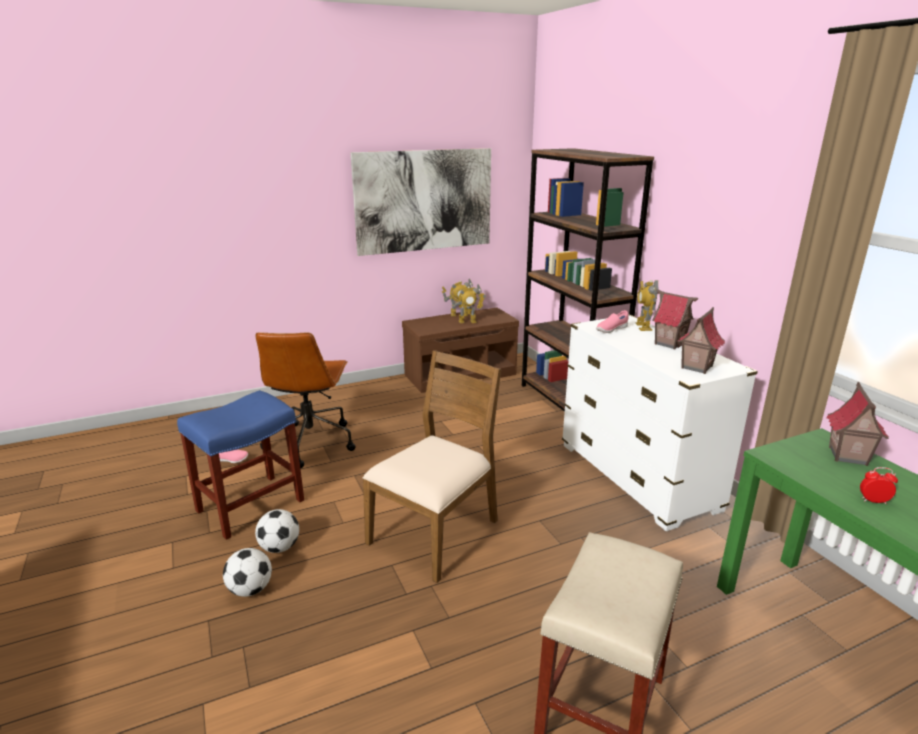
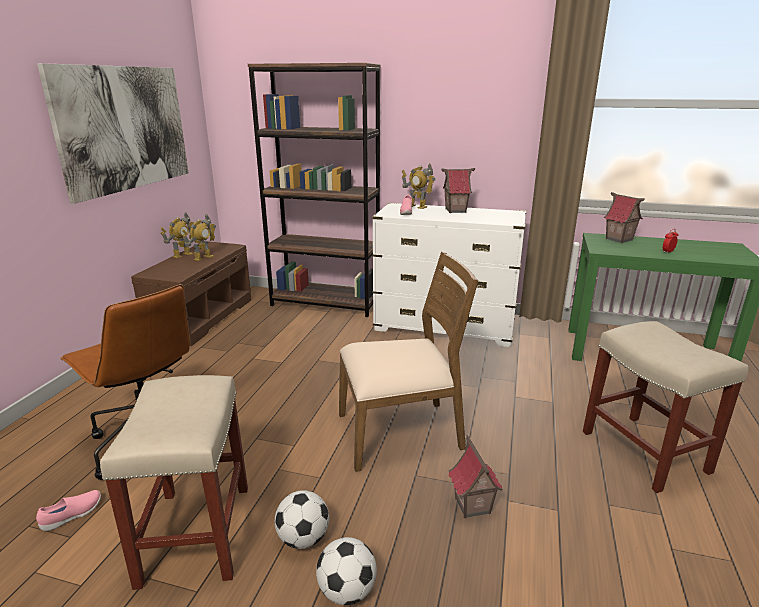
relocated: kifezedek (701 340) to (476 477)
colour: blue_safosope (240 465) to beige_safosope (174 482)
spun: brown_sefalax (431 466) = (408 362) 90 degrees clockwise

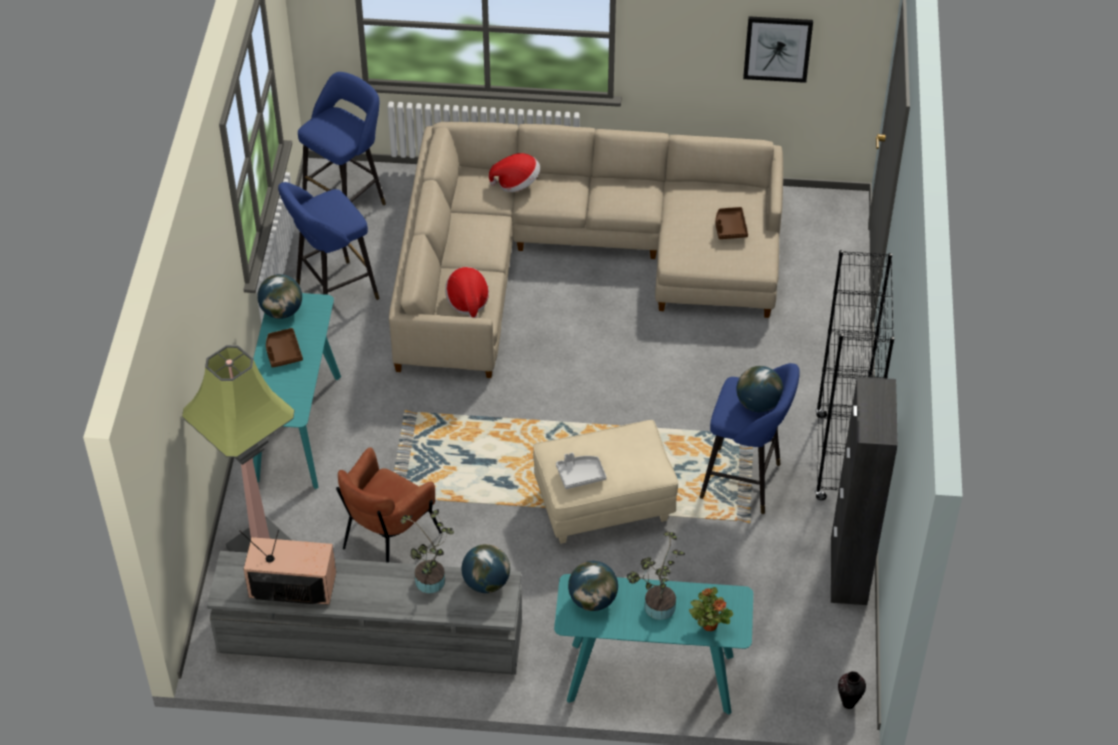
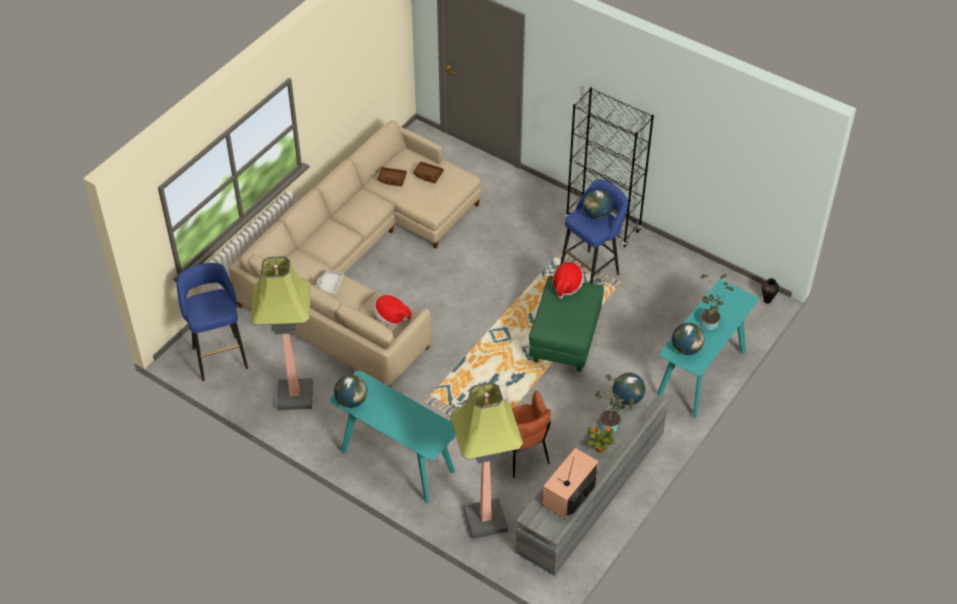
missing: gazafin (778 49); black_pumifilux (864 491)
relocated: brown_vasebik (284 348) to (392 177); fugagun (514 172) to (568 280); grey_vasebik (581 470) to (330 283); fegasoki (711 609) to (601 439)
exchanged: blue_safosope (328 241) to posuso (282 333)
colour: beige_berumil (605 482) to green_berumil (566 324)

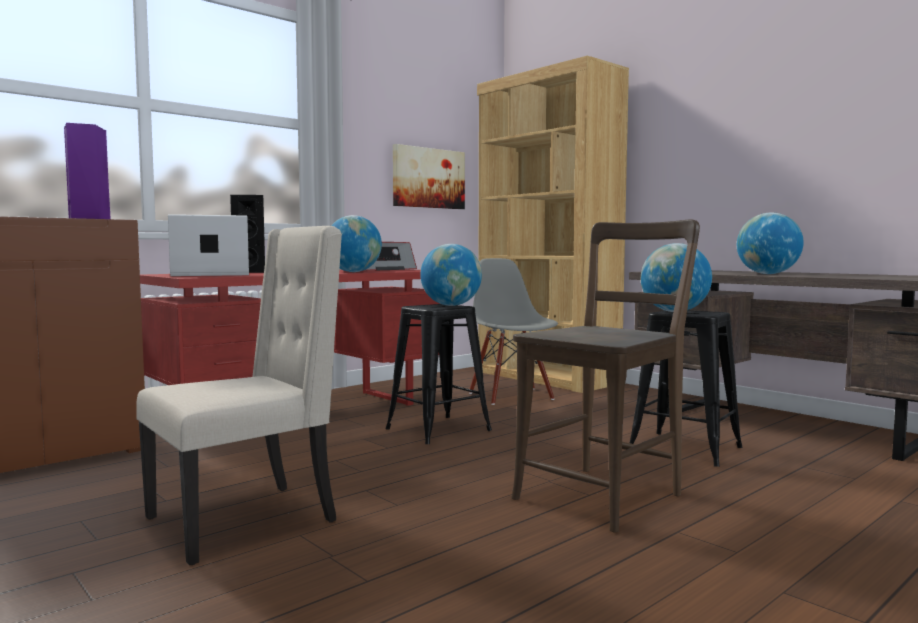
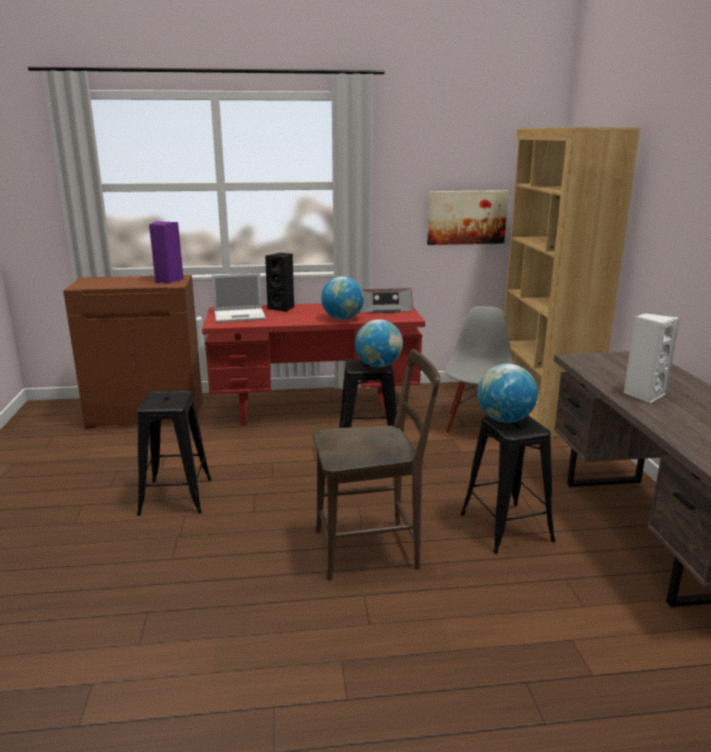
exchanged: beige_sefalax (239 395) to black_safosope (174 453); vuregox (770 243) to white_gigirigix (651 357)
spun: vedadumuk (208 245) = (239 298) 150 degrees clockwise

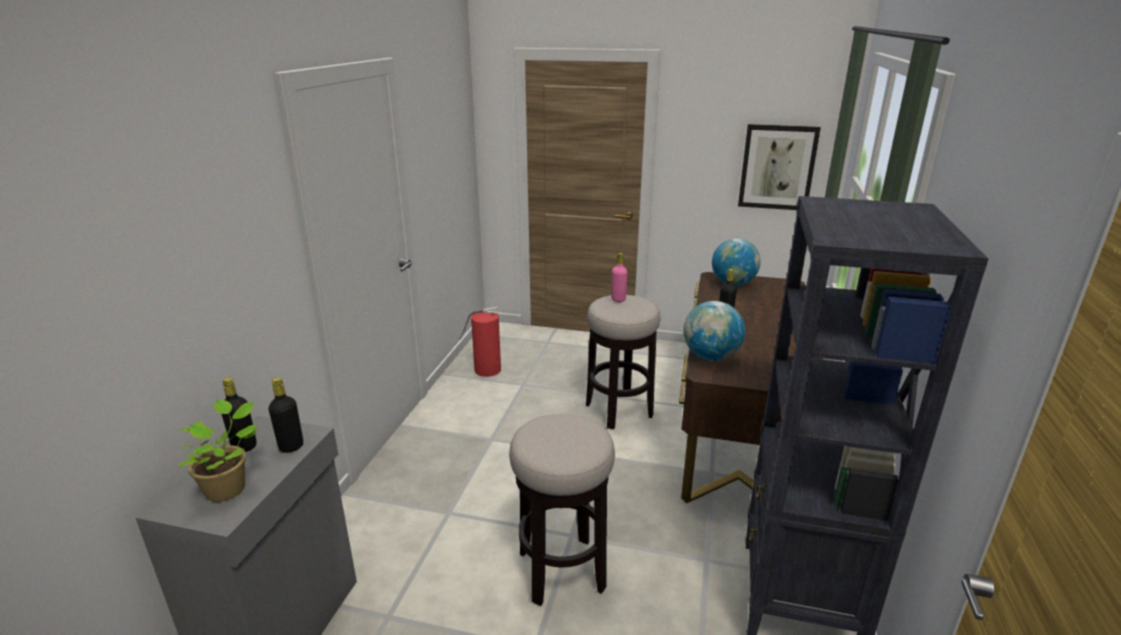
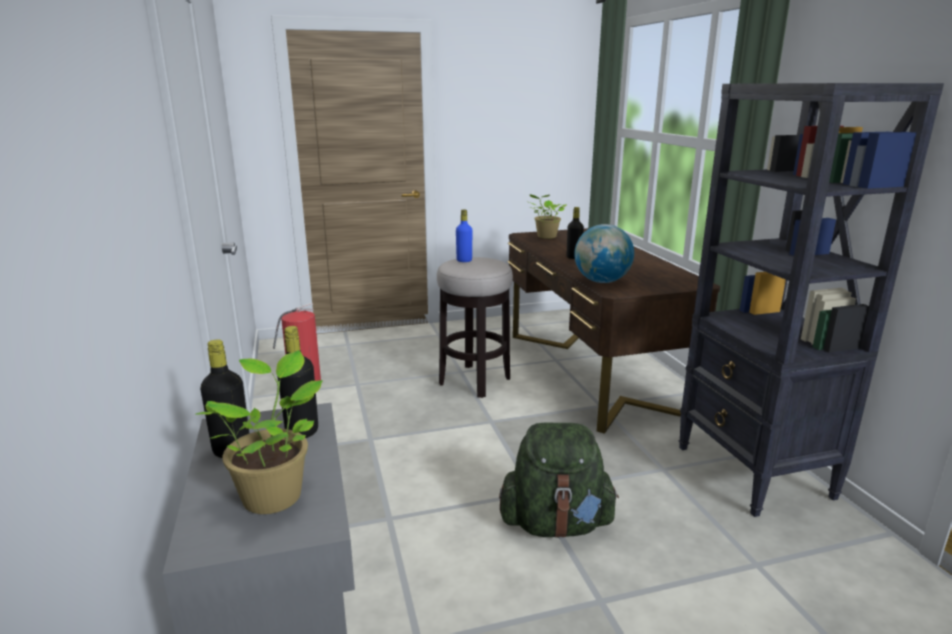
missing: gazafin (779 167)
exchanged: safosope (562 510) to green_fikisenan (559 480); vuregox (736 262) to fegasoki (546 216)
colour: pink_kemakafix (619 277) to blue_kemakafix (464 236)

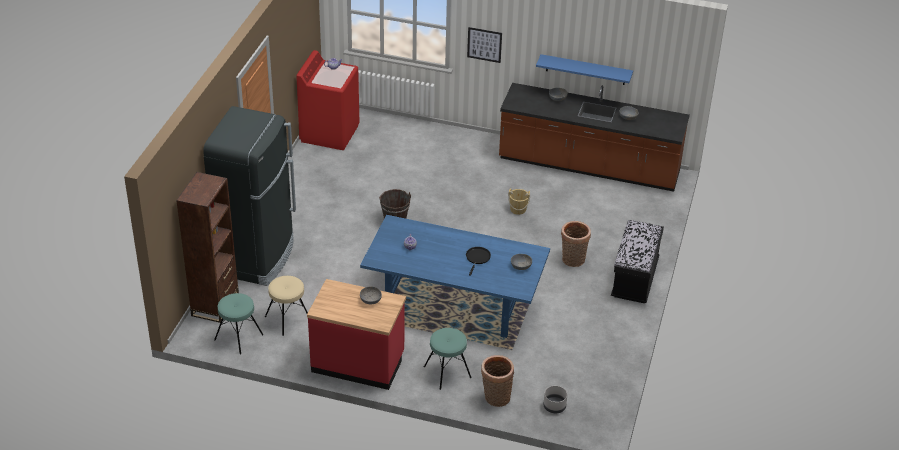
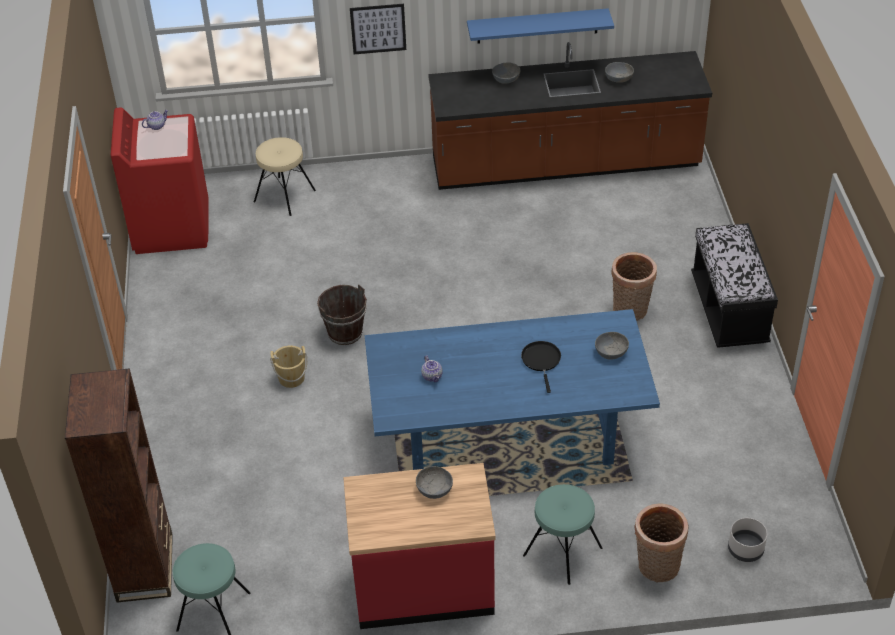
missing: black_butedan (249 196)
relocated: beige_safosope (286 306) to (285 176); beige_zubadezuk (519 201) to (288 366)

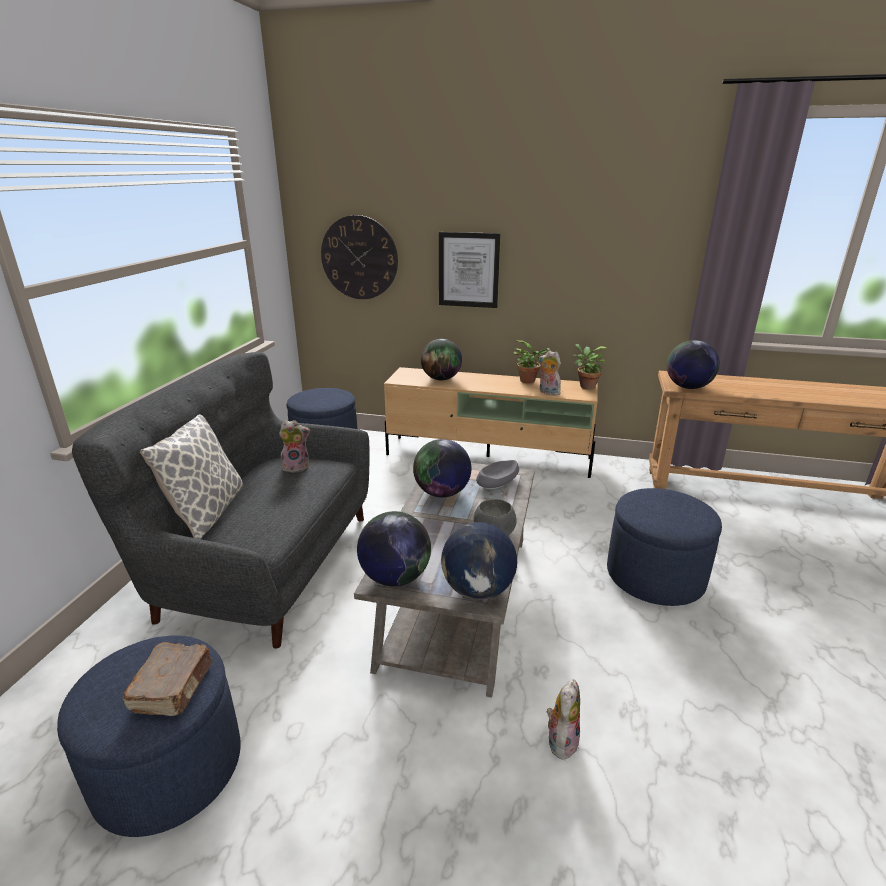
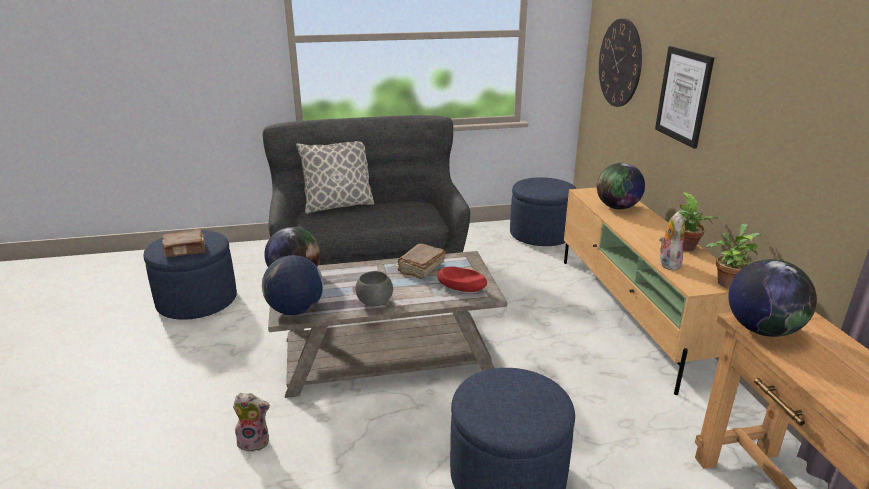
missing: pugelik (294 446)
exchanged: vuregox (442 468) to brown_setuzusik (421 261)
colour: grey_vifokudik (497 474) to red_vifokudik (462 279)

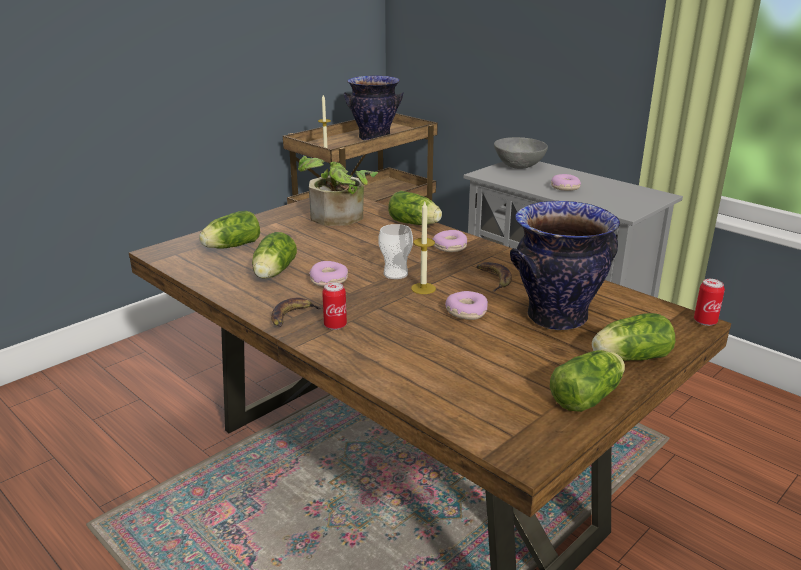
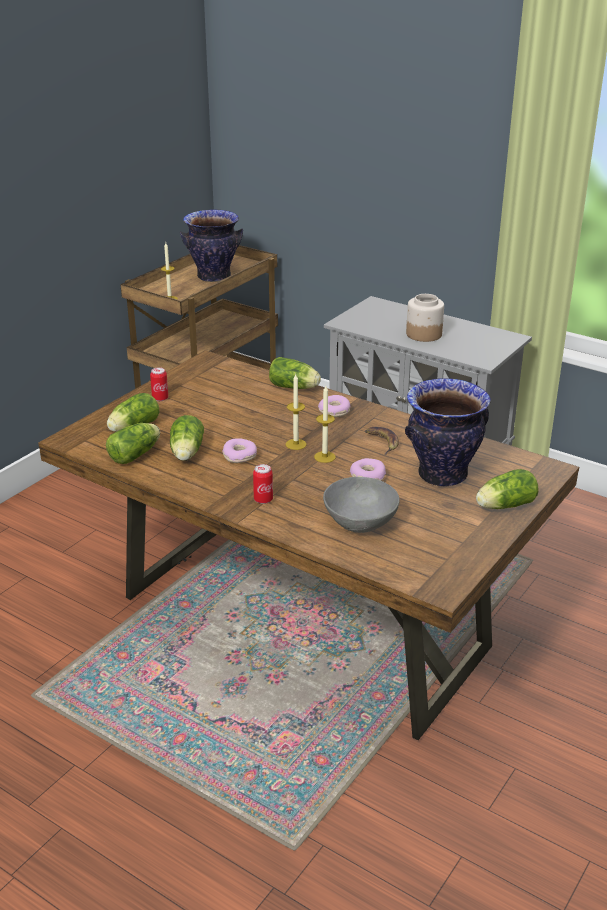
missing: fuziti (296 312); fegasoki (338 191)
relocated: grey_vifokudik (521 153) to (361 505); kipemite (587 381) to (133 443); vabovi (709 302) to (159 384)
exchanged: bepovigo (395 251) to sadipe (296 412); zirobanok (566 182) to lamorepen (425 318)

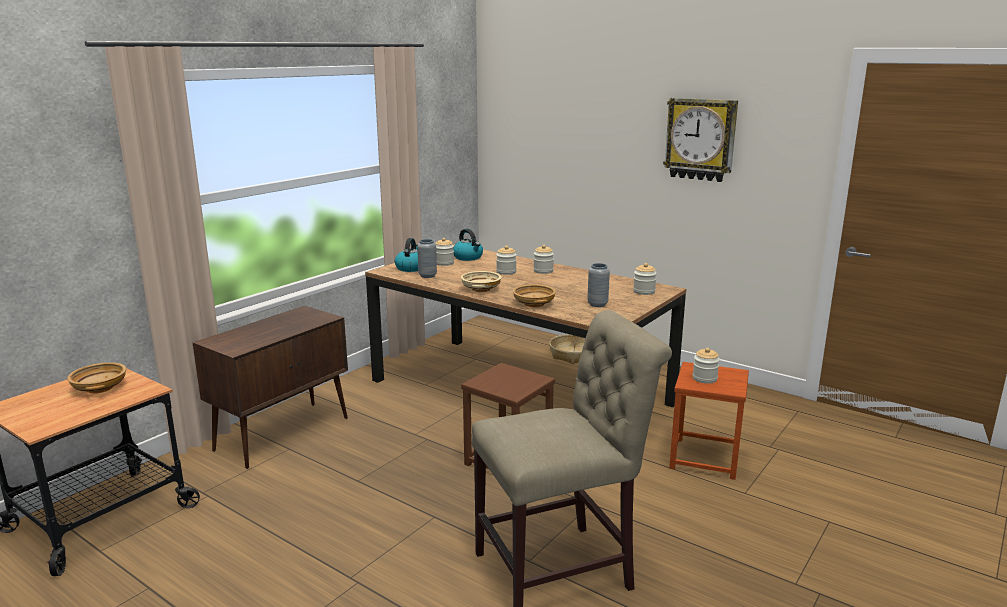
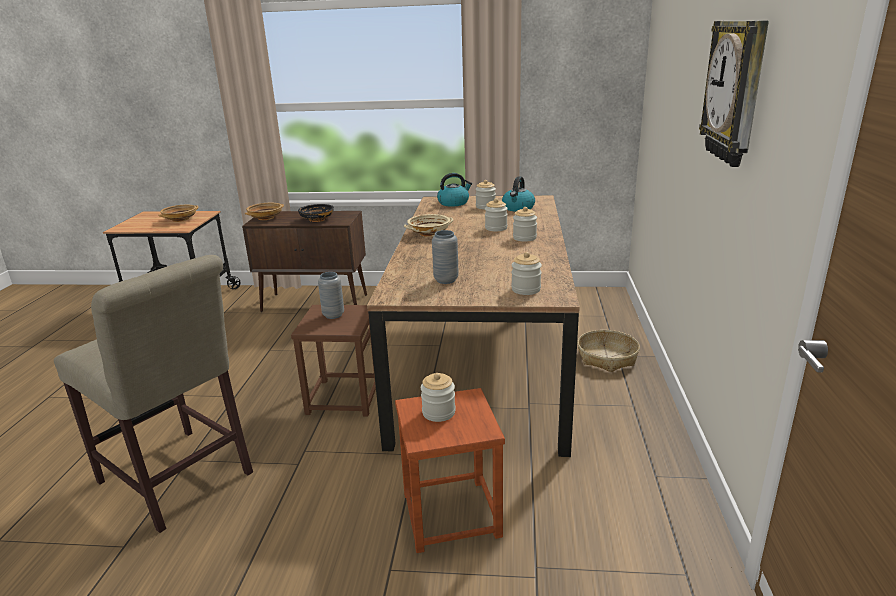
appeared: black_vifokudik (316 213)
relocated: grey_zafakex (427 258) to (331 295); beige_vifokudik (534 295) to (264 211)

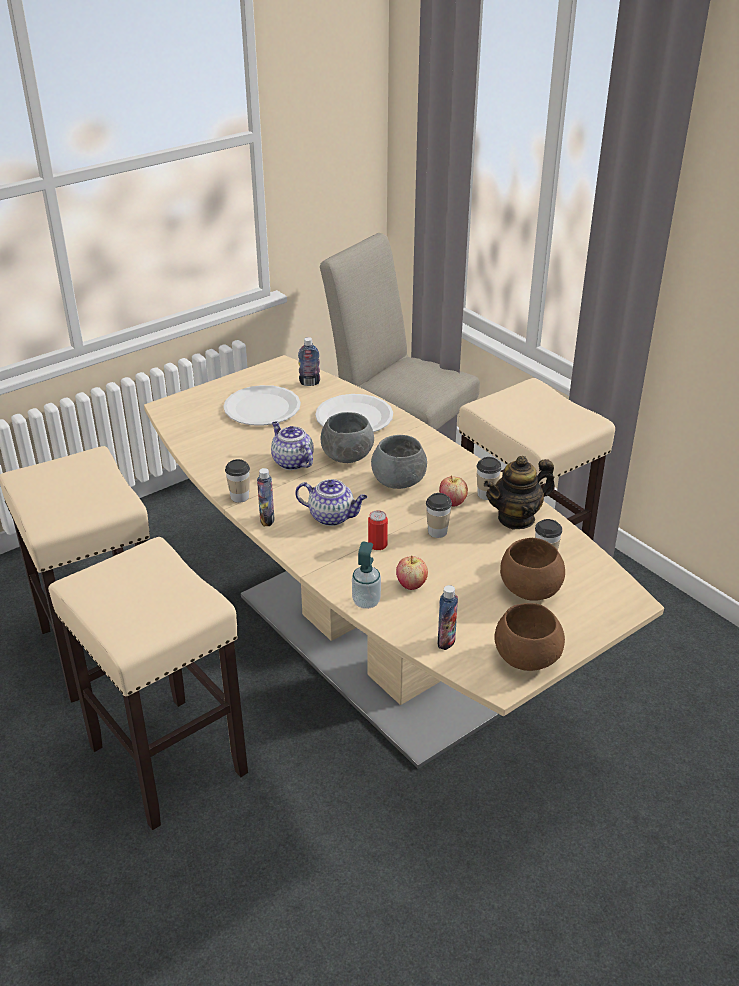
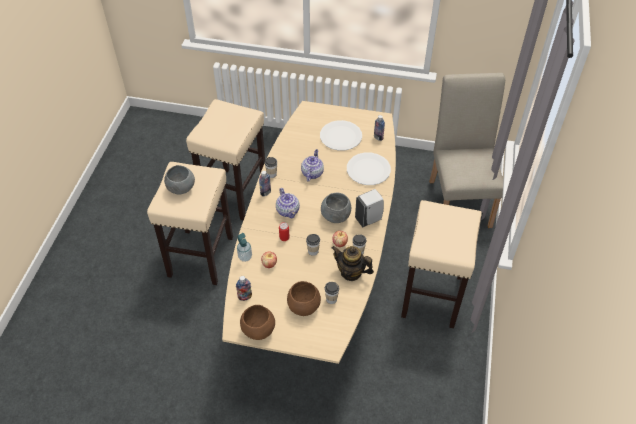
appeared: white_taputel (369 208)
relocated: grey_vifokudik (347 437) to (179 179)

